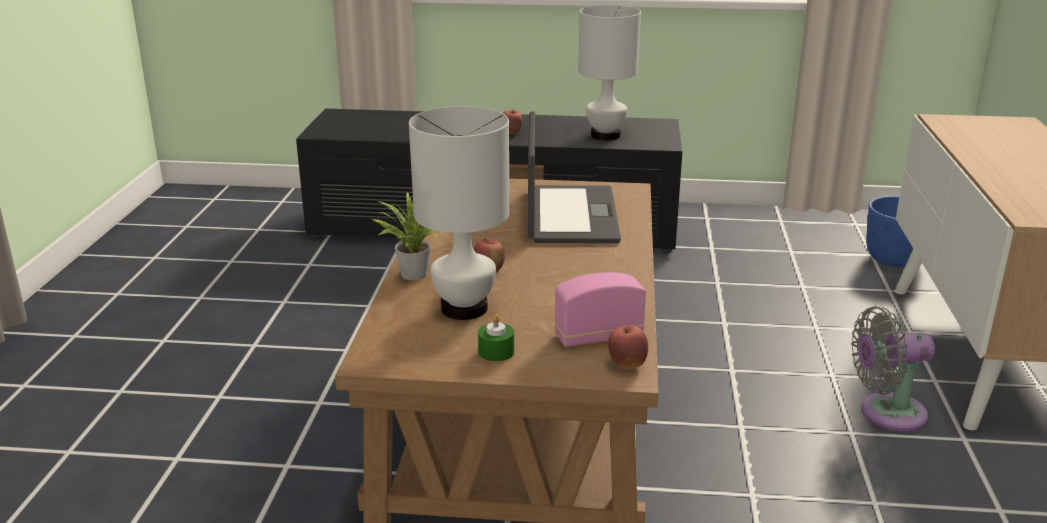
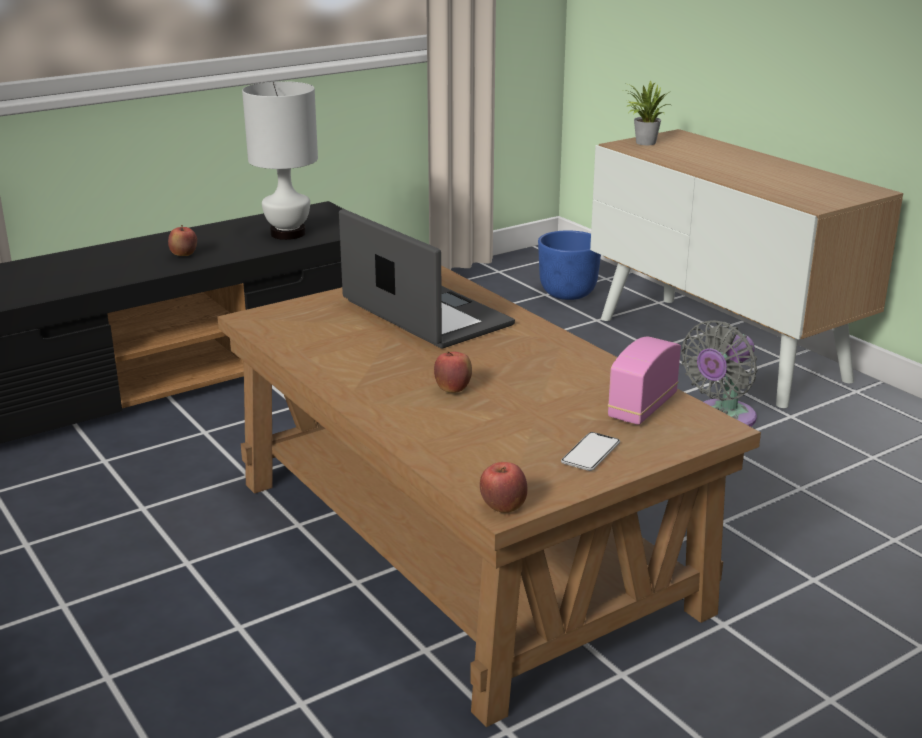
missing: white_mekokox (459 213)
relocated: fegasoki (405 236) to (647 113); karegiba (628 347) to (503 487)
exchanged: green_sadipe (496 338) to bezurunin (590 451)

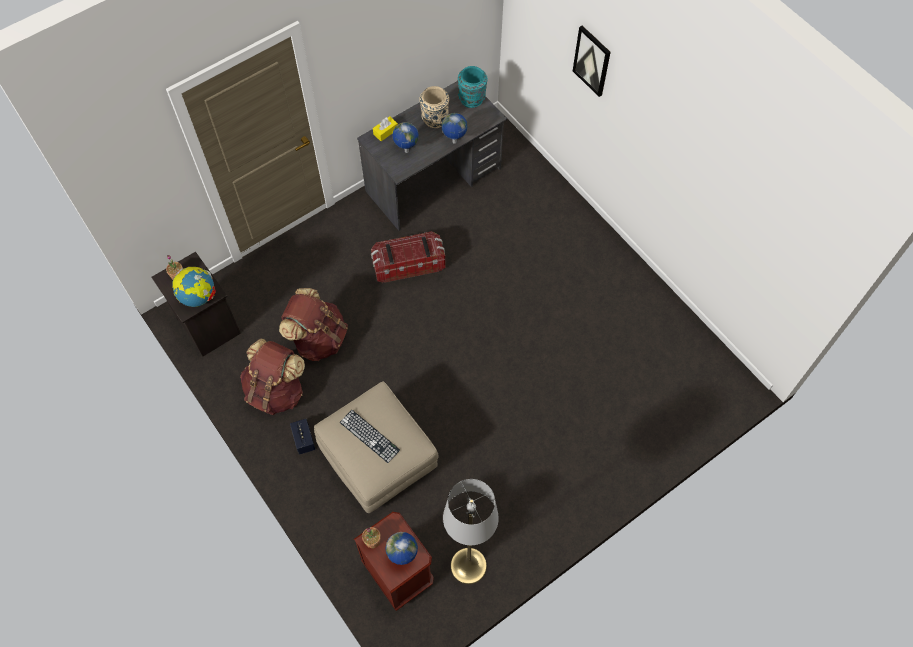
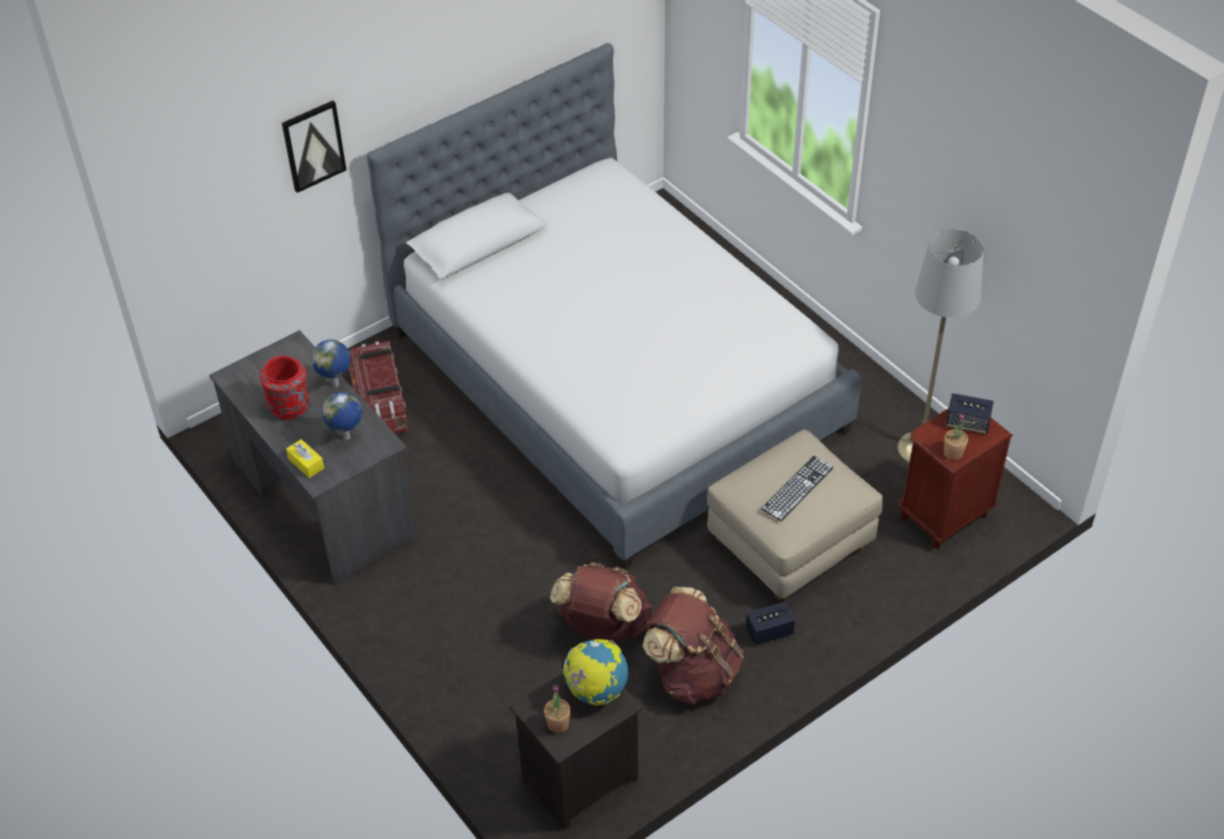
missing: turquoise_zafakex (472 87)
appeared: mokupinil (614 306)
relocated: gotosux (408 257) to (378 387)
exchanged: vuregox (401 548) to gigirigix (970 413)
colour: beige_zafakex (434 107) to red_zafakex (285 388)

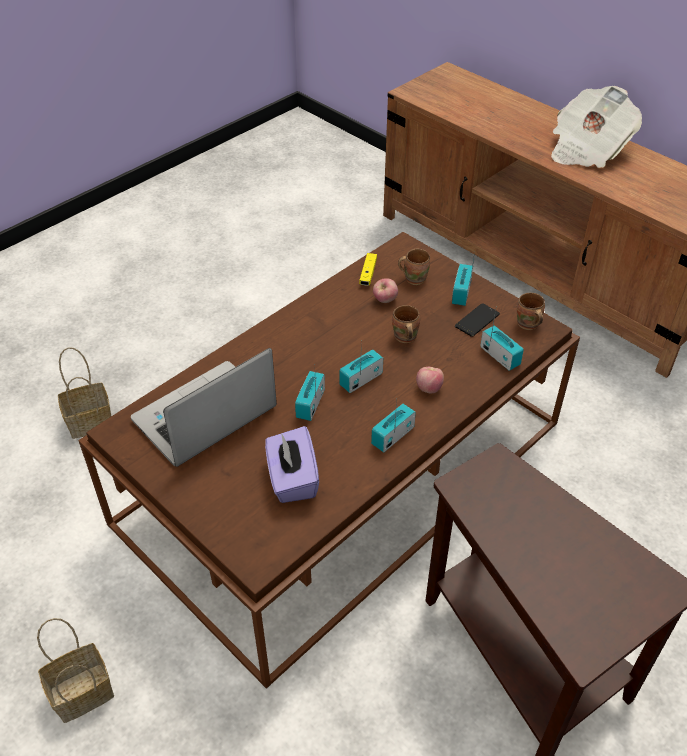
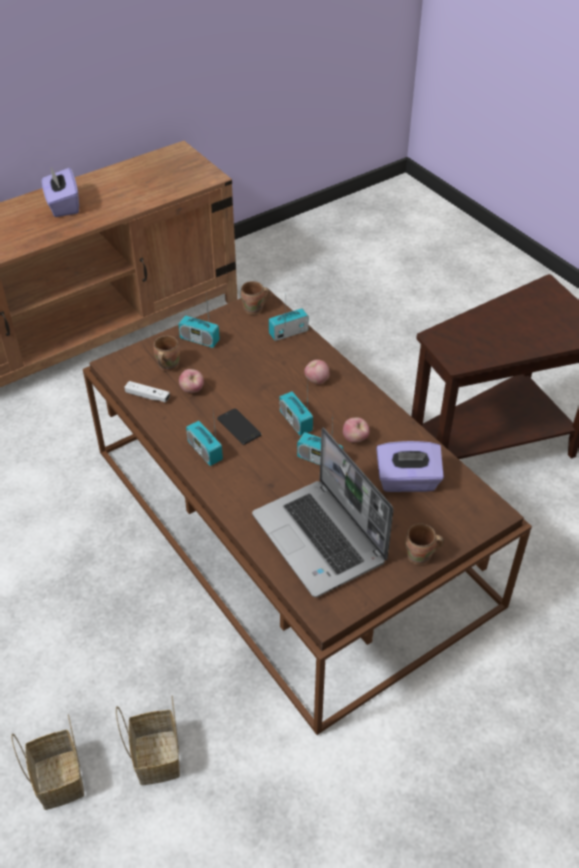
appeared: karegiba (356 430)
relocated: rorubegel (75 670) to (47 762); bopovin (393 426) to (204 438); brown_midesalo (406 324) to (424 544); bezurunin (477 320) to (239 426)
exchanged: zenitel (596 127) to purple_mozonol (60 192)
colour: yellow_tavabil (368 269) to white_tavabil (147 391)

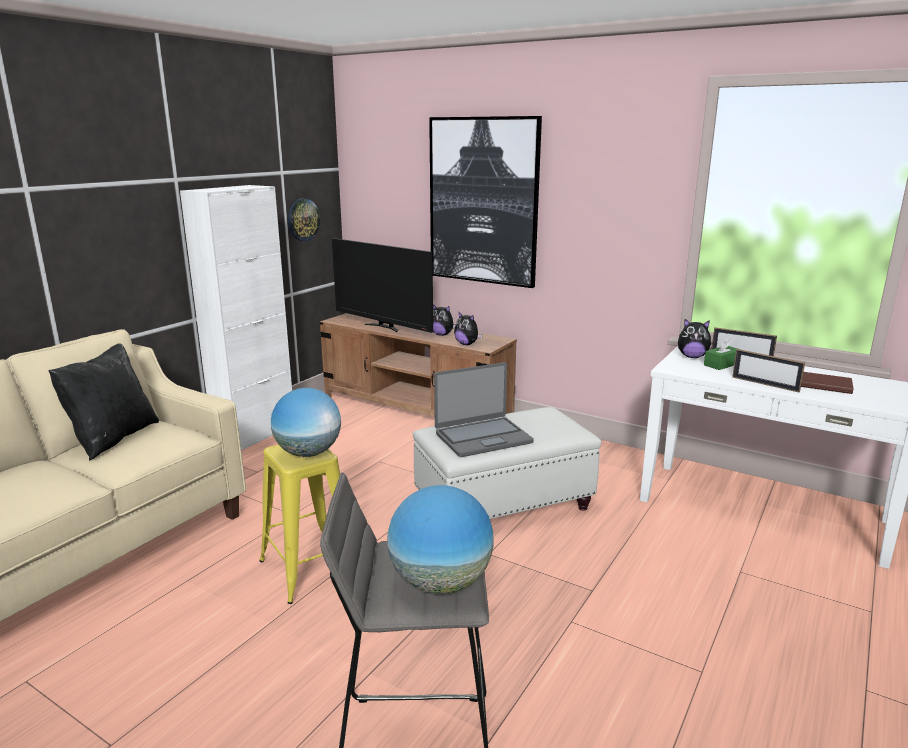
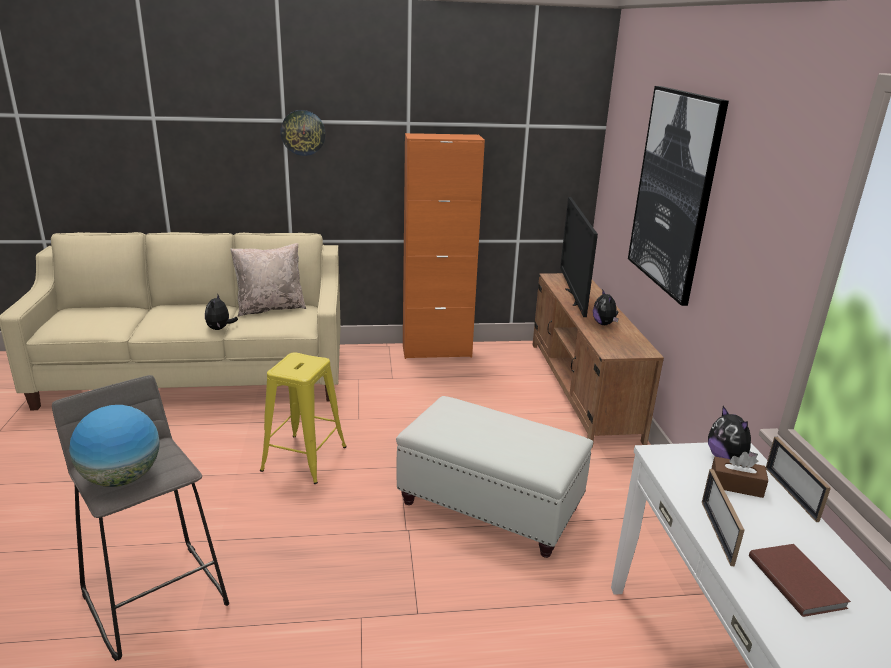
missing: vuregox (306 422); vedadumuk (484 409)
relocated: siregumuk (304 219) to (302 133); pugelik (468 328) to (221 312)
colour: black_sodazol (103 402) to beige_sodazol (268 280); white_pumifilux (236 317) to orange_pumifilux (444 246); green_mozonol (722 353) to brown_mozonol (740 475)

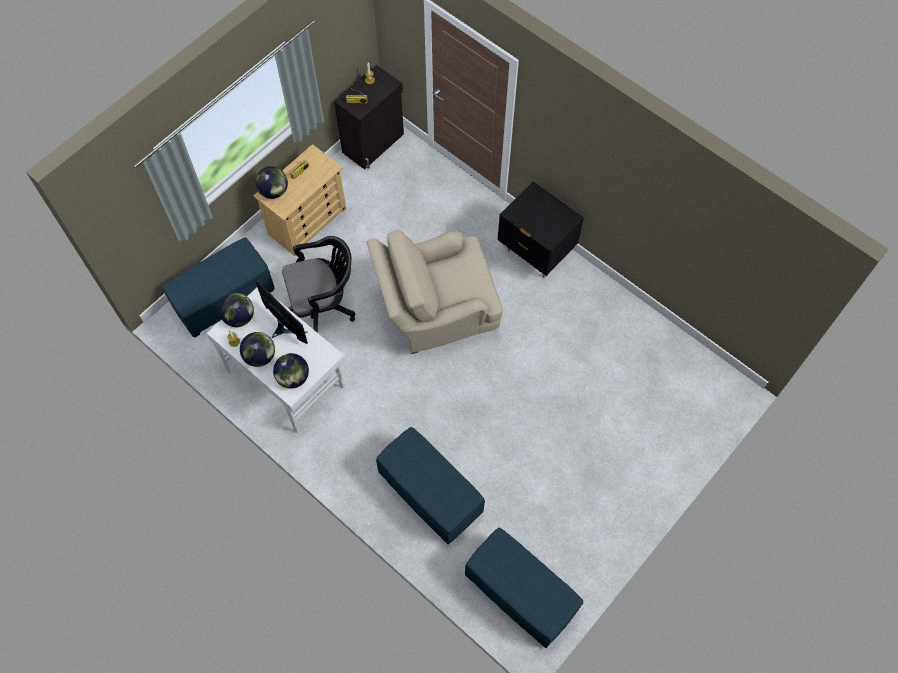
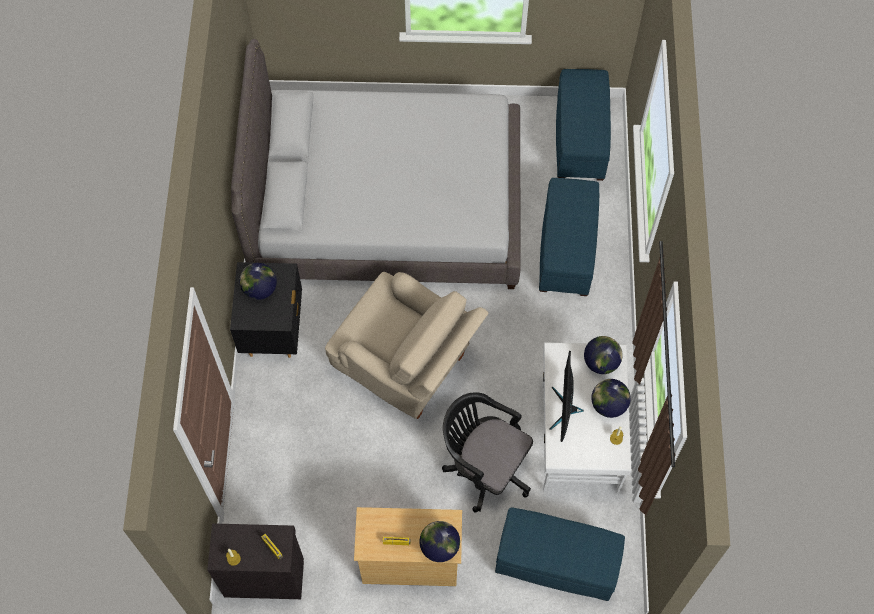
appeared: grey_mokupinil (376 164)
relocated: vuregox (236 310) to (258 281)

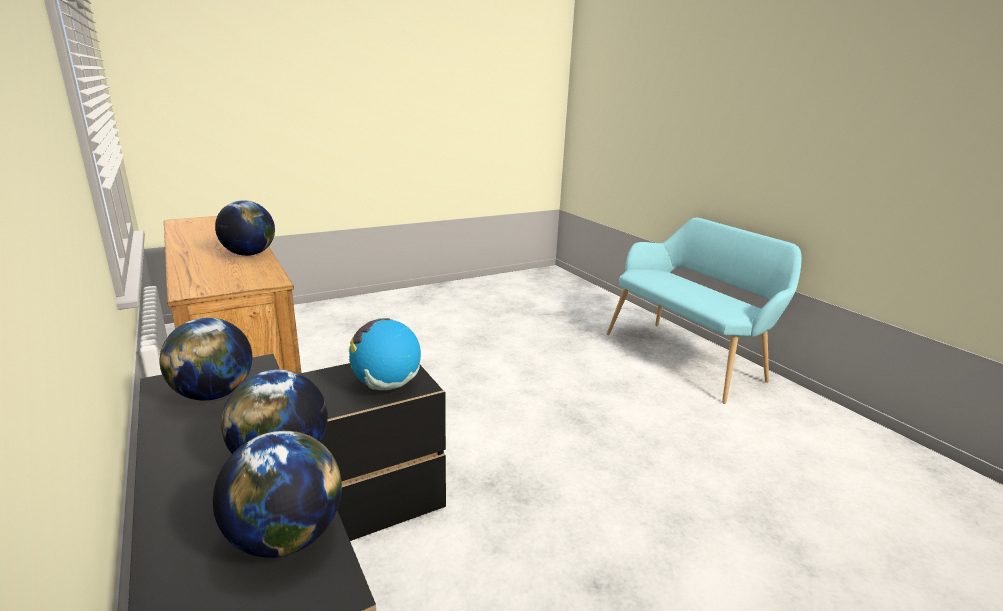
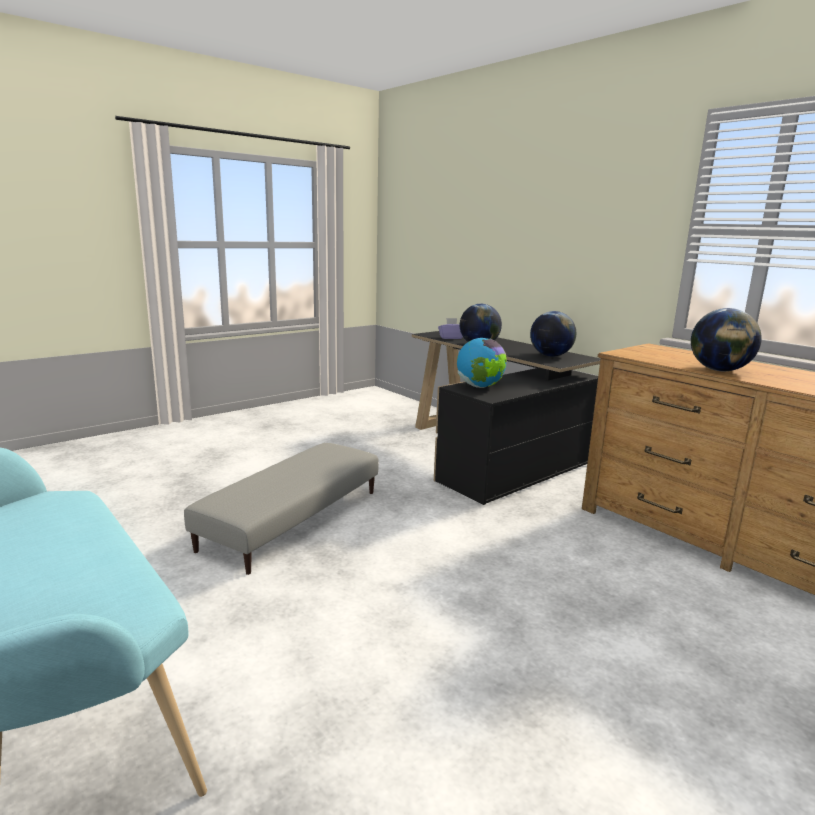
appeared: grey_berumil (281 509)
exchanged: vuregox (277 494) to purple_mozonol (450 328)

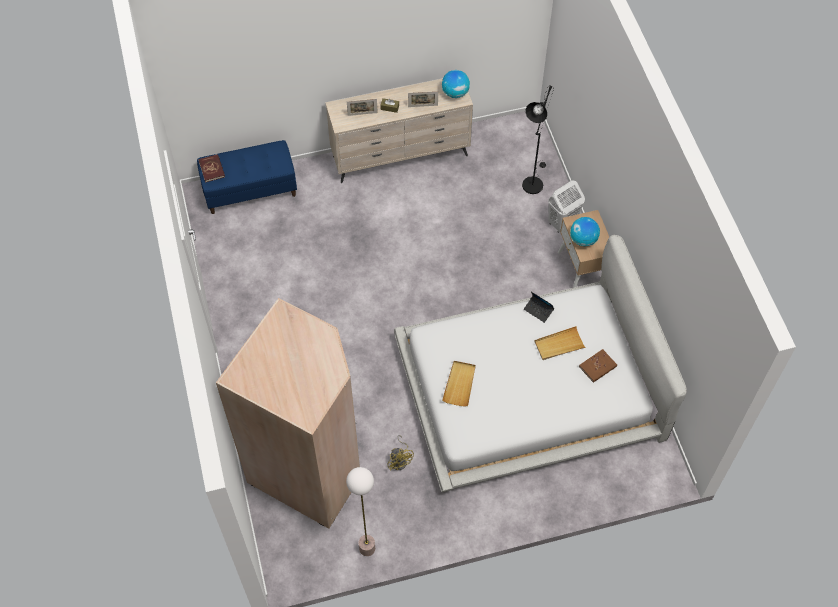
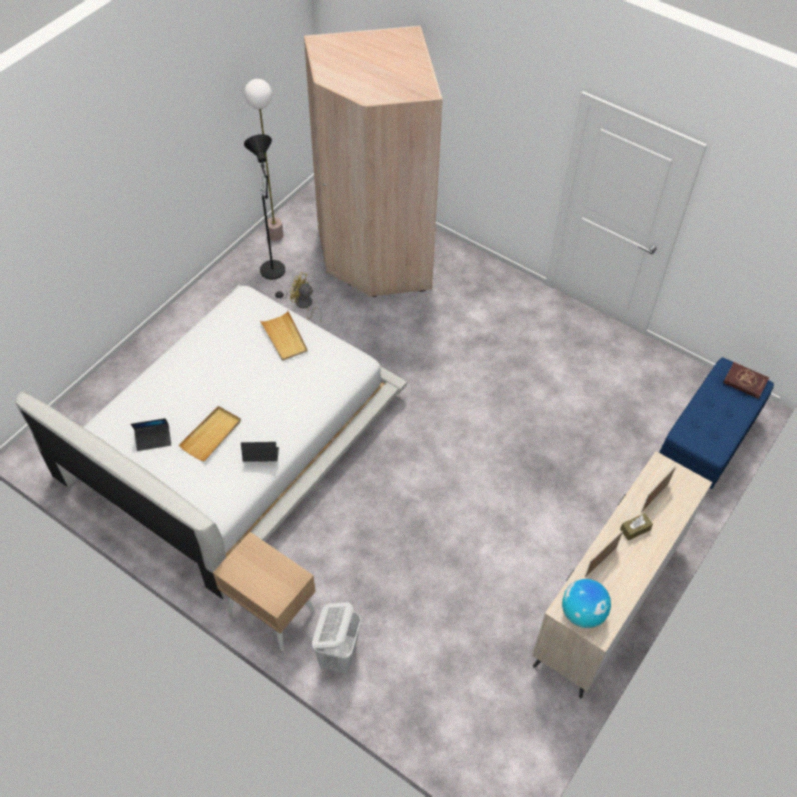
missing: vuregox (585 231)
relocated: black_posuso (538 140) to (265 216)
exchanged: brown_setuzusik (598 366) to vedadumuk (151 434)

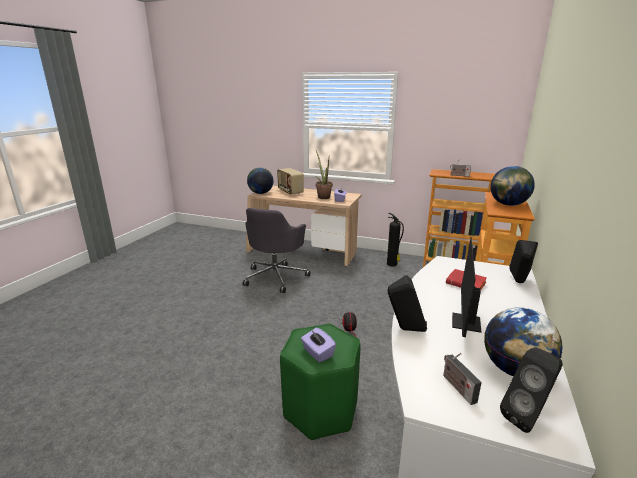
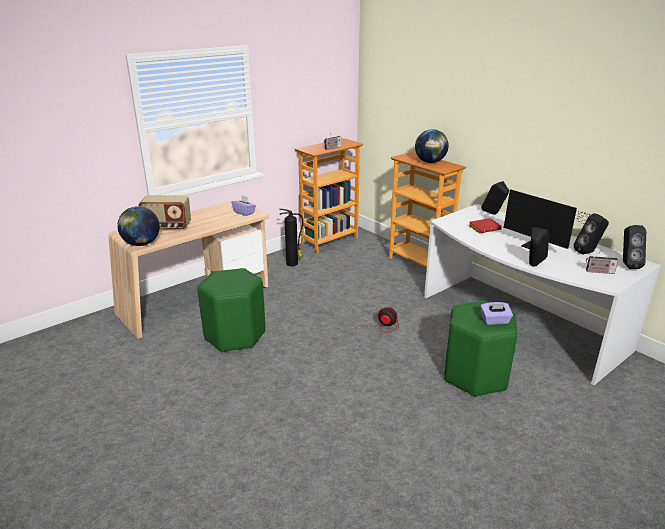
missing: fegasoki (324 174)
exchanged: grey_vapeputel (277 250) to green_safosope (231 310); vuregox (523 342) to black_gigirigix (591 234)

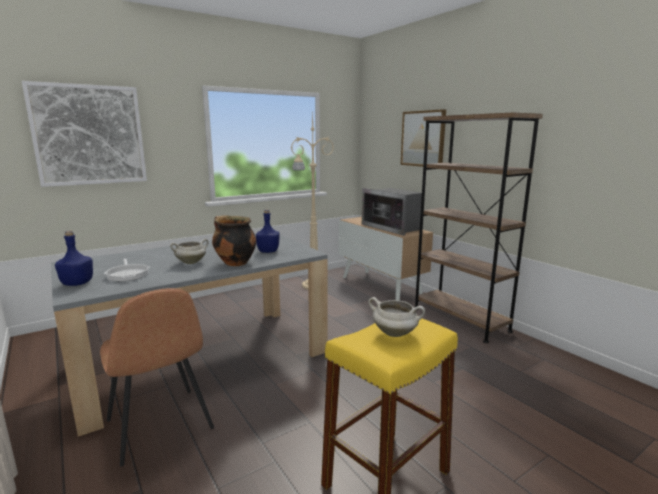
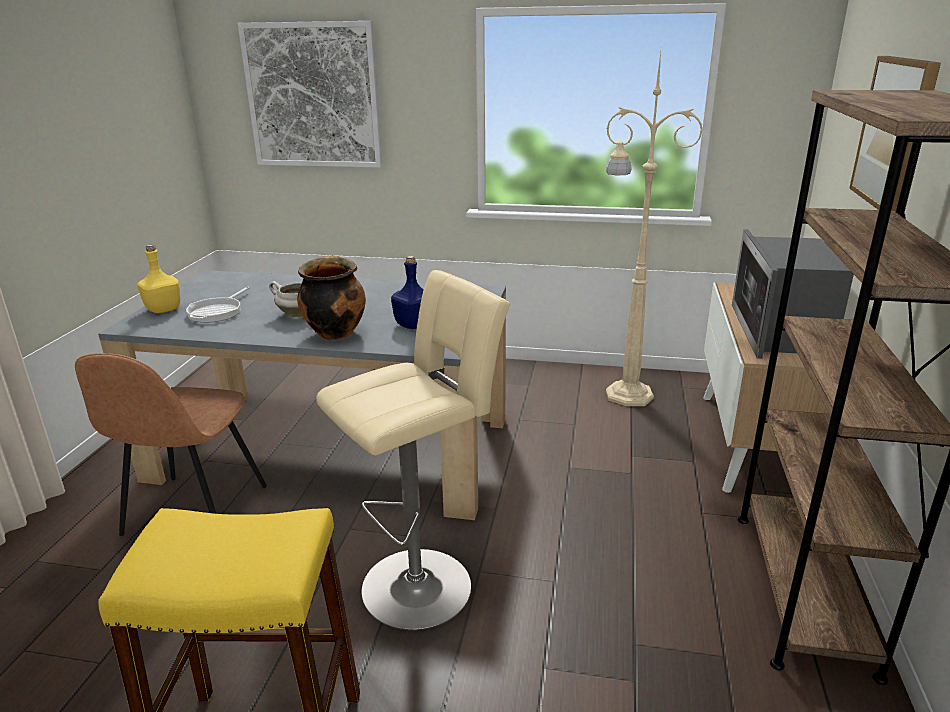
missing: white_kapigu (397 317)
appeared: beige_safosope (413 450)
colour: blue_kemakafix (74 258) to yellow_kemakafix (158 279)

